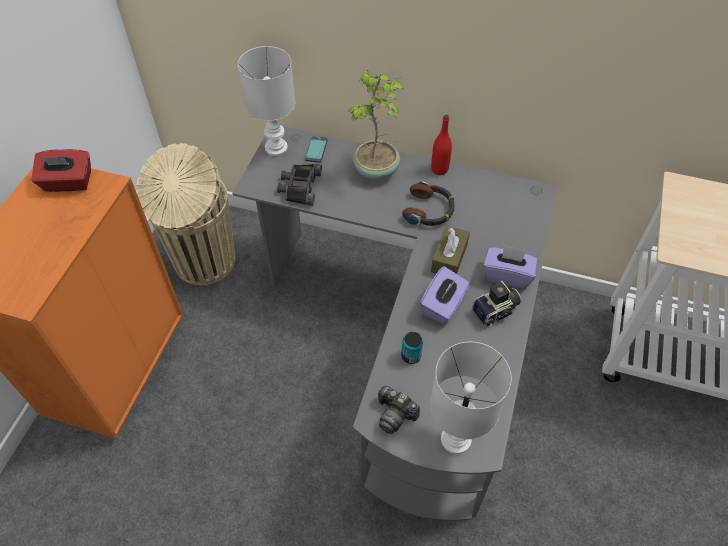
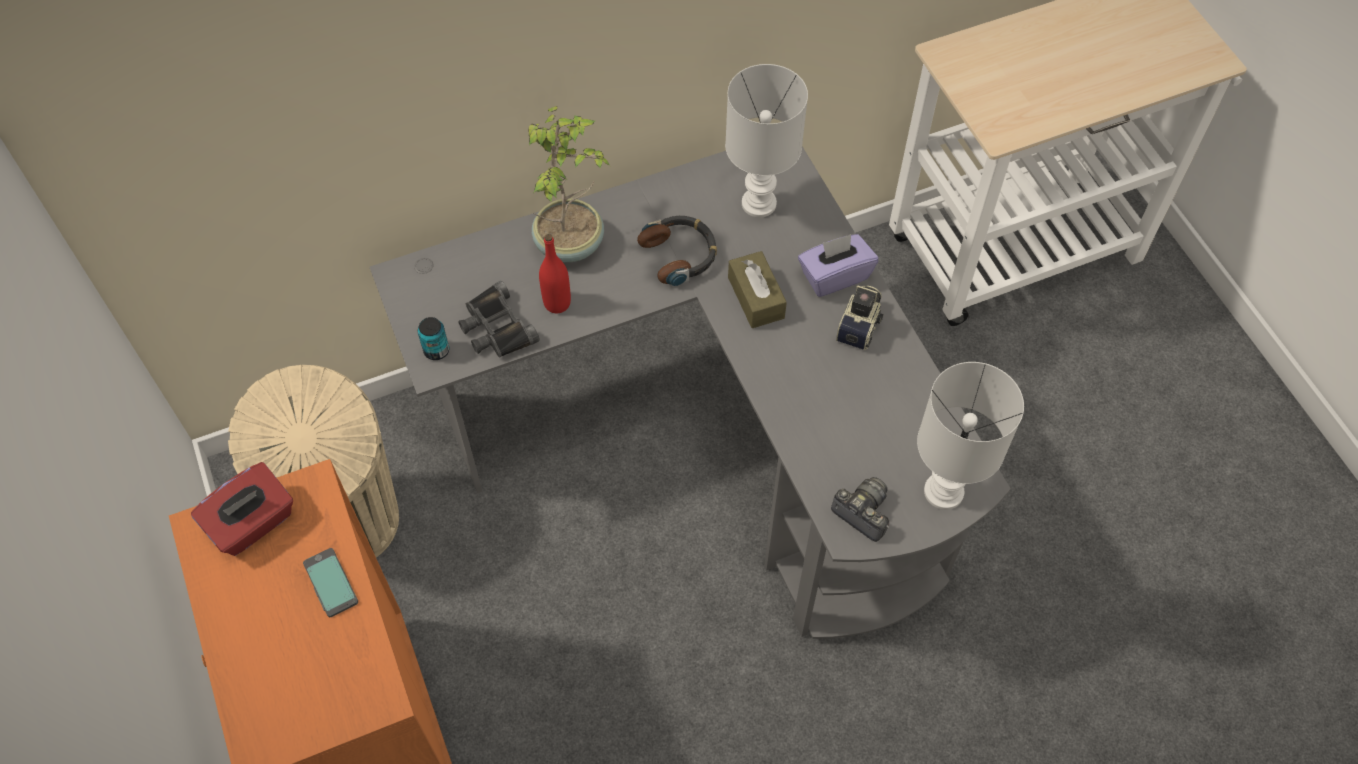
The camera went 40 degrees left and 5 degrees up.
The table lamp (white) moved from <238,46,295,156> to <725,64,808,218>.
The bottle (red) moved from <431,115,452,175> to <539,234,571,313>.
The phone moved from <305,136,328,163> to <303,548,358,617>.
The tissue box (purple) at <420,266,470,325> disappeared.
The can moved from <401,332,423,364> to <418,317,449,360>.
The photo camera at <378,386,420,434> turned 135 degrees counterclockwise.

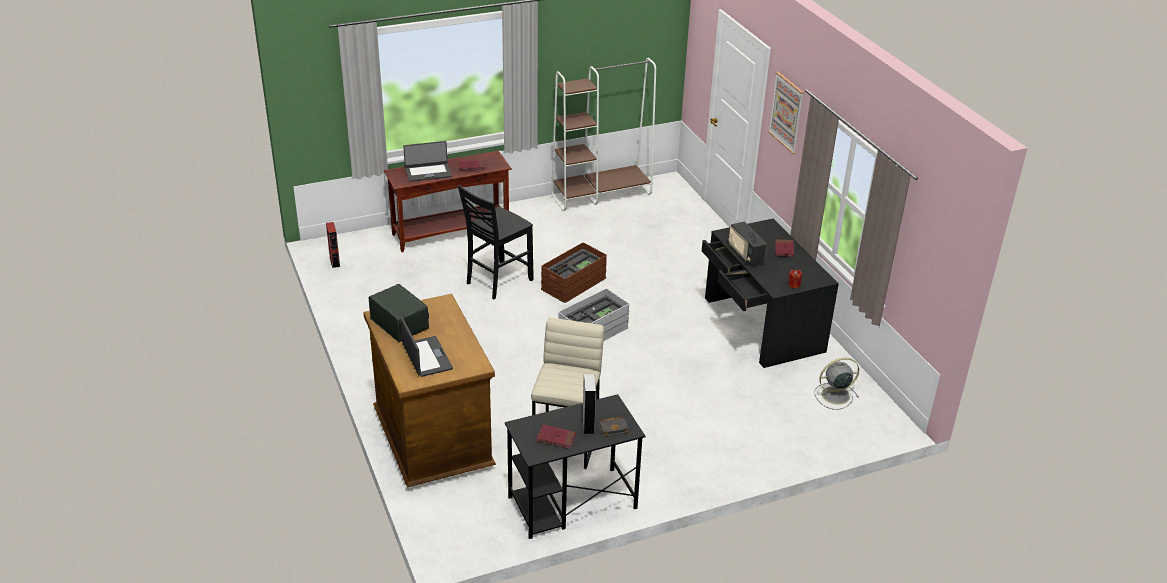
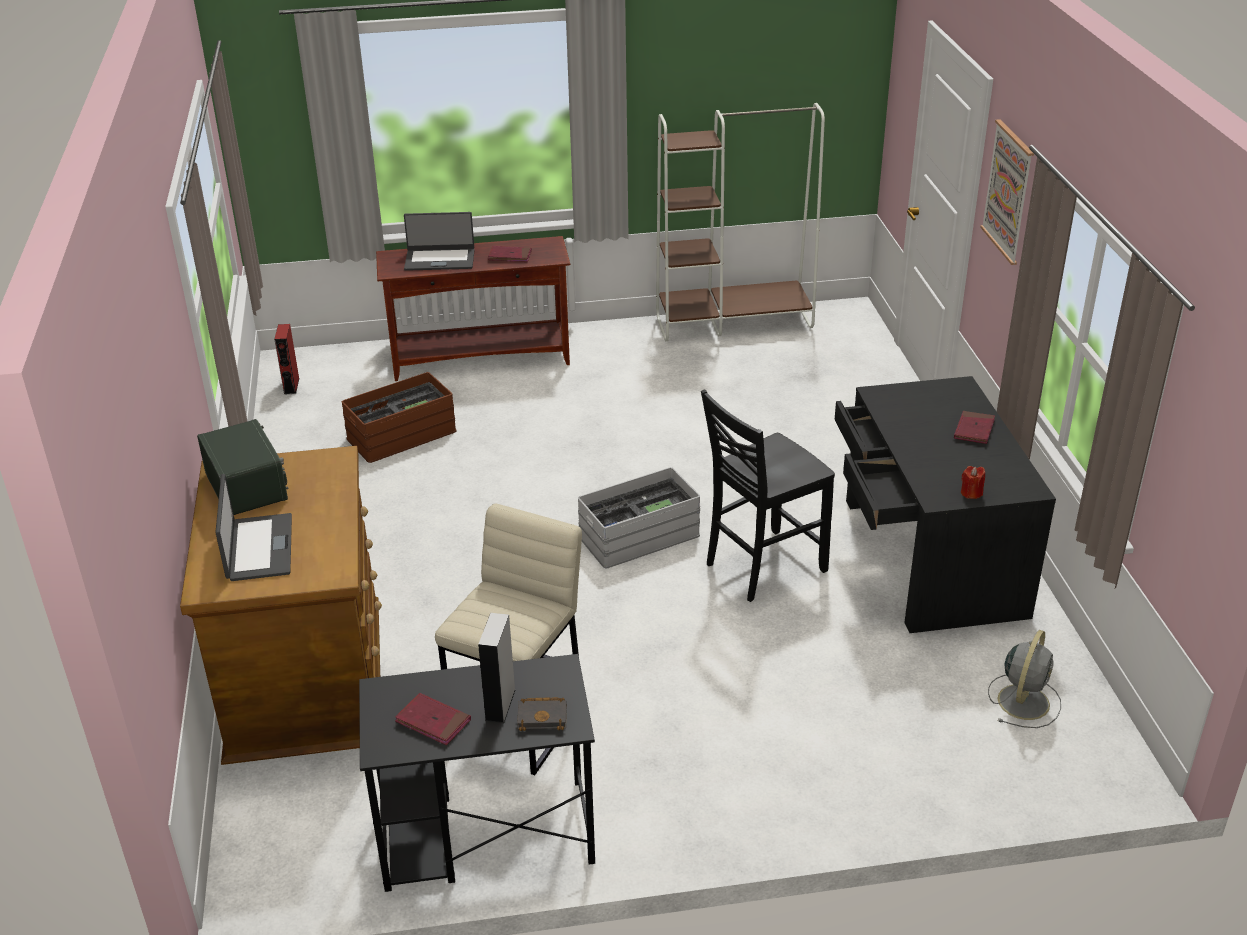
The camera went 15 degrees right and 0 degrees up.
The chair (black) moved from <458,185,534,299> to <701,389,835,602>.
The radio at <729,221,767,267> disappeared.
The storage box (brown) moved from <541,243,607,303> to <342,372,457,463>.
The fan (grey) at <814,358,859,410> turned 120 degrees clockwise.

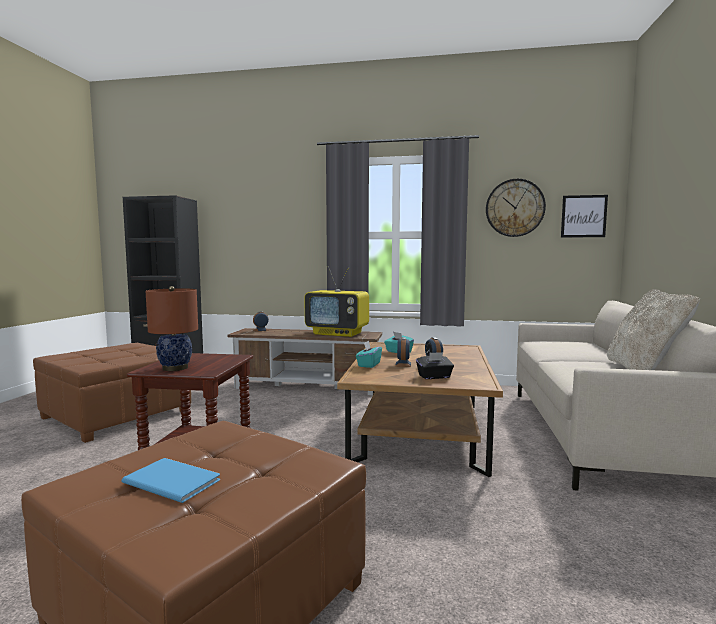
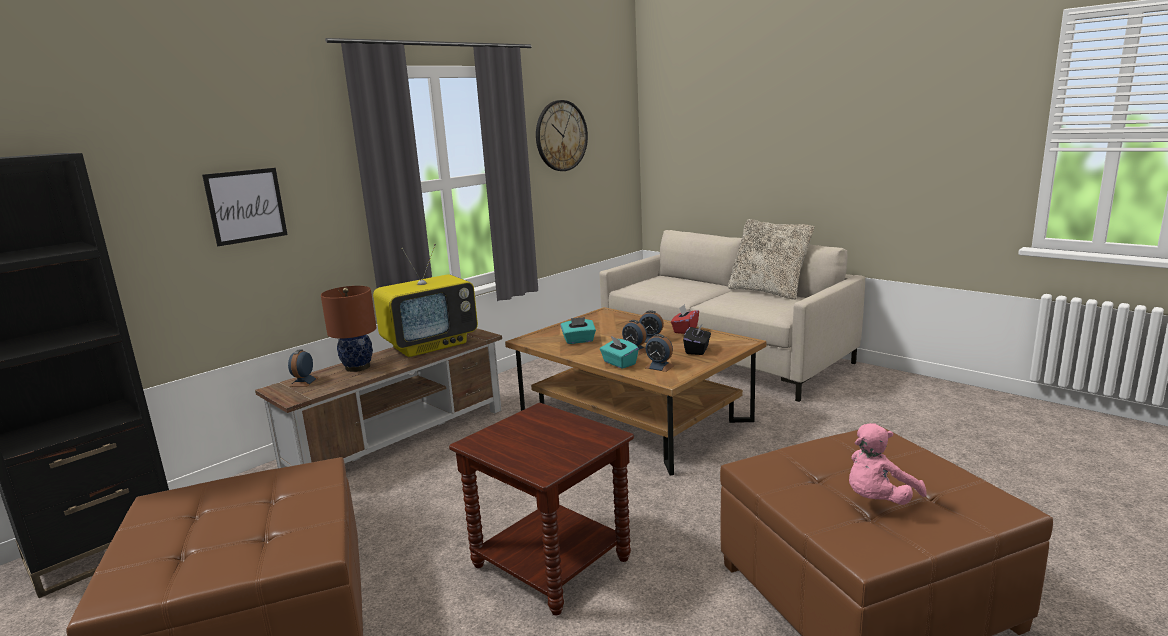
The camera went 55 degrees left and 10 degrees up.
The picture moved from <561,195,608,238> to <202,168,288,246>.
The table lamp (brown) moved from <146,286,198,371> to <321,286,376,372>.
The book (blue) at <121,458,220,503> was replaced by the plush toy (pink) at <849,423,927,505>.
The tissue box (red) at <671,304,699,334> appeared.
The alarm clock at <645,334,675,372> appeared.

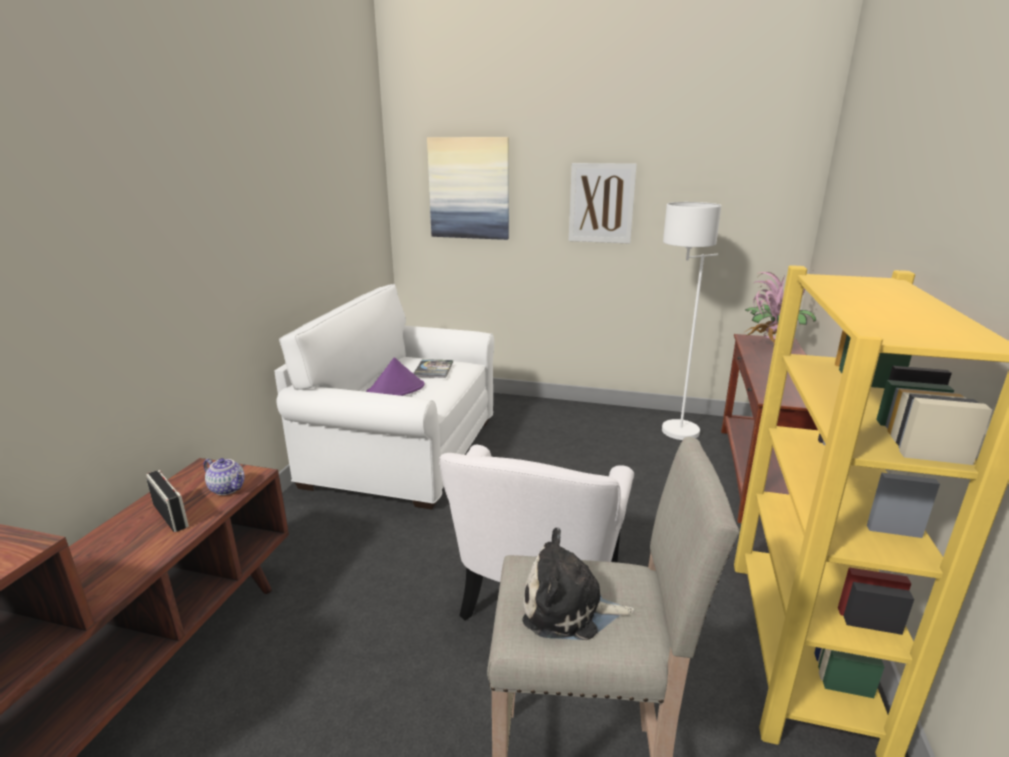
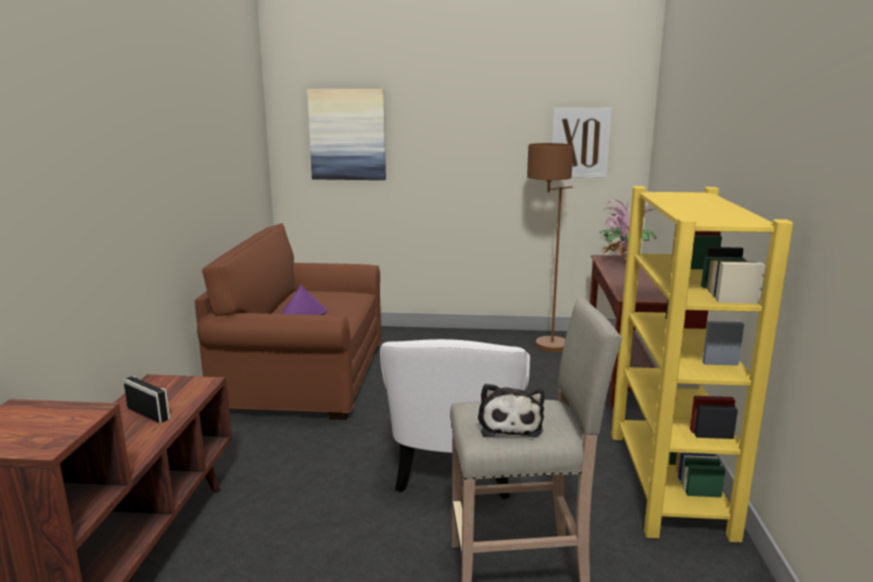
The camera went 10 degrees left and 5 degrees down.
The picture moved from <569,163,637,244> to <552,108,612,178>.
The floor lamp (white) at <662,202,721,440> became the floor lamp (brown) at <527,143,573,352>.
The sofa (white) at <274,284,494,509> became the sofa (brown) at <195,223,381,420>.
The book at <413,359,453,378> disappeared.
The teapot at <204,458,245,495> disappeared.
The plush toy at <522,528,634,640> turned 90 degrees counterclockwise.

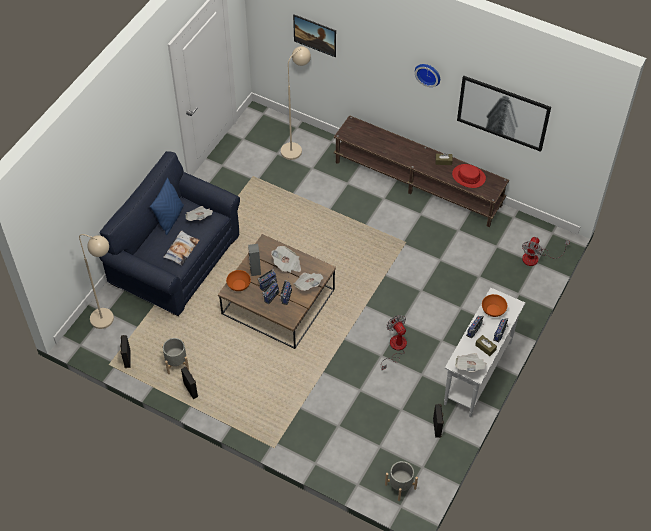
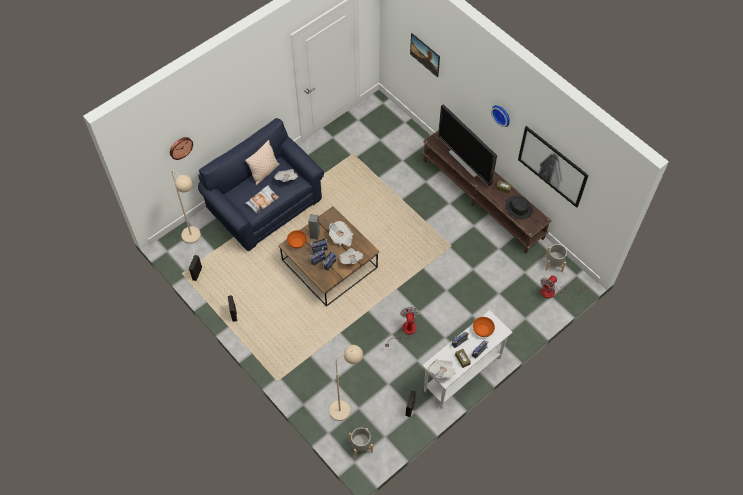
The camera went 20 degrees right and 5 degrees up.
The floor lamp (beige) moved from <281,46,311,160> to <329,345,363,421>.
The hat (red) at <452,164,486,188> became the hat (black) at <505,195,533,219>.
The pillow (blue) at <150,177,184,235> became the pillow (beige) at <245,140,279,185>.
The planter (grey) moved from <162,338,189,374> to <545,244,567,272>.
The television at <438,104,497,186> appeared.
The wall clock at <170,137,193,160> appeared.

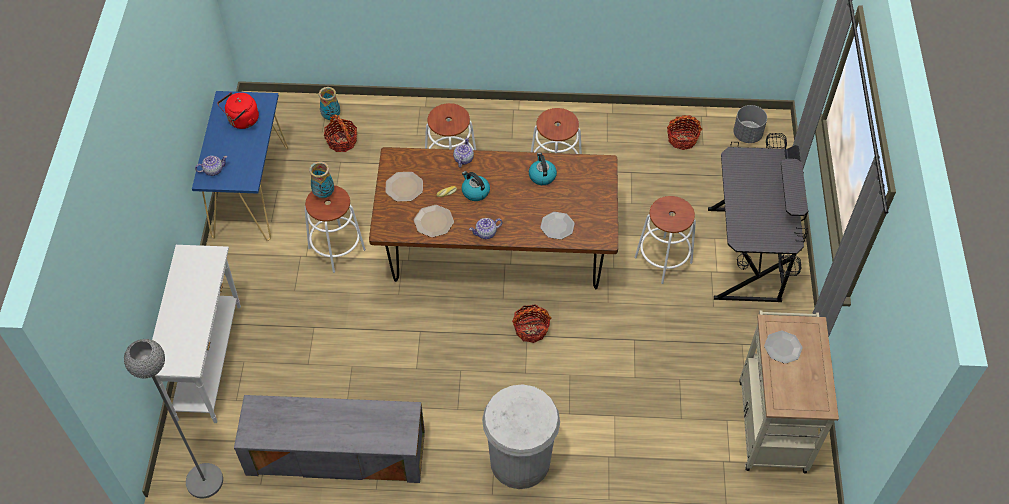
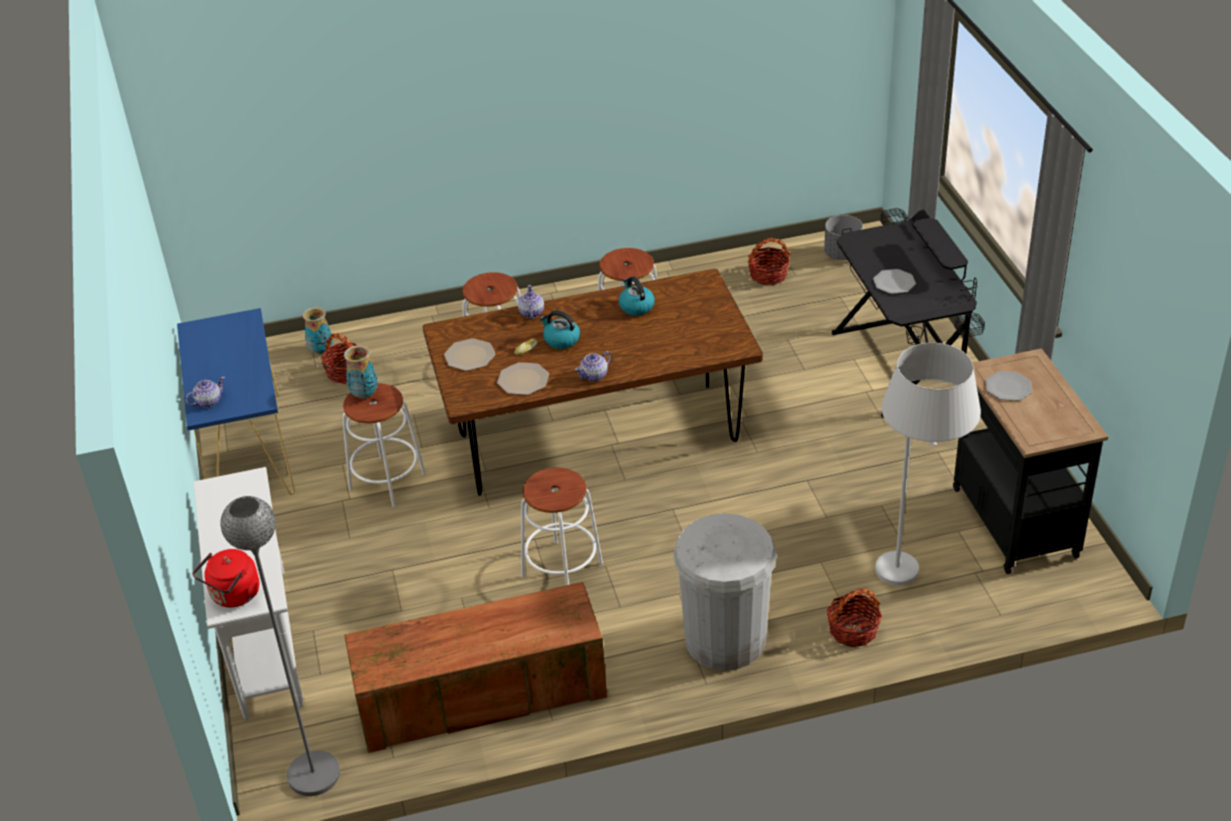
The camera went 15 degrees left and 15 degrees down.
The kettle (red) moved from <217,92,259,129> to <192,549,259,607>.
The stool (white) moved from <634,196,696,284> to <521,468,603,585>.
The plate moved from <540,212,575,240> to <873,269,916,294>.
The basket moved from <512,304,551,343> to <827,588,882,647>.
The cart (beige) at <739,310,839,473> became the cart (black) at <953,348,1108,574>.
The bench (grey) at <234,395,425,483> became the bench (brown) at <344,582,607,753>.
The floor lamp (white) at <875,343,981,586> appeared.

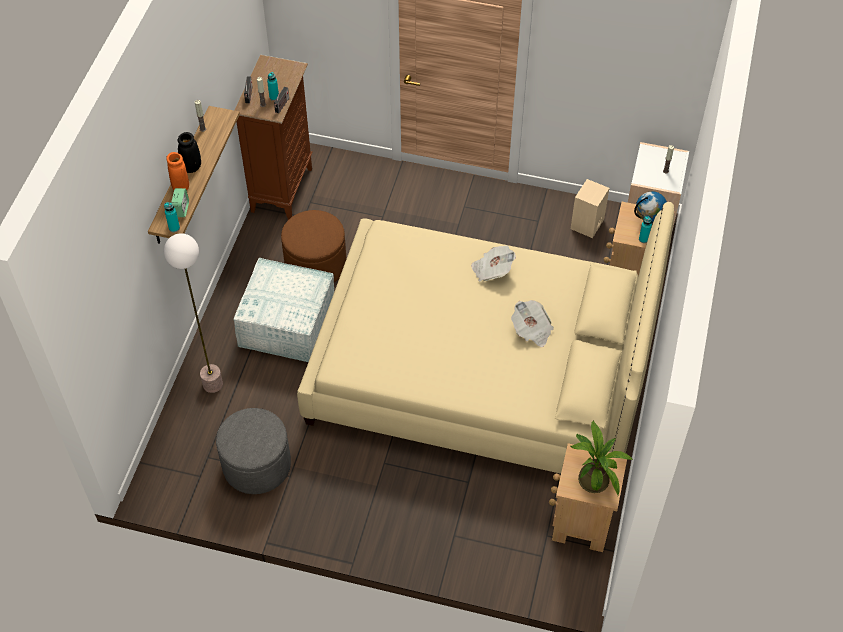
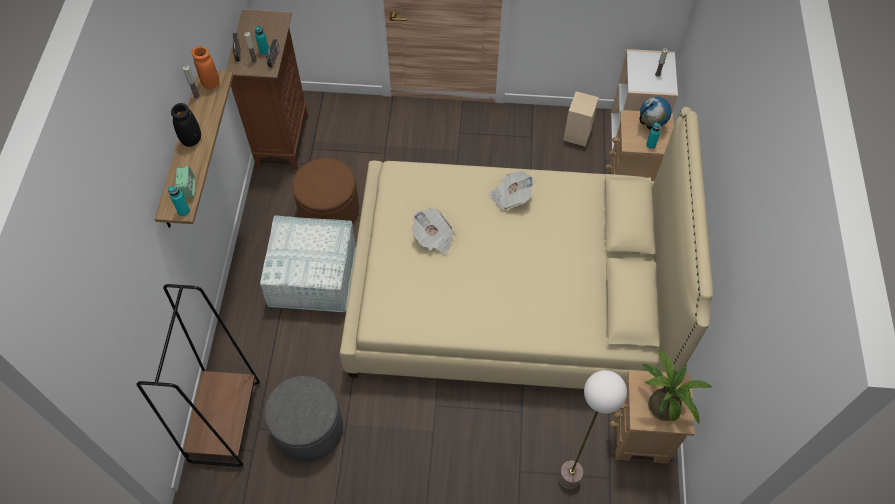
The camera went 10 degrees left and 5 degrees up.
The vase (orange) moved from <166,152,189,190> to <192,46,219,89>.
The floor lamp moved from <164,233,223,393> to <558,370,627,489>.
The newspaper moved from <511,300,554,347> to <412,208,455,254>.
The clothes rack at <136,284,260,467> appeared.

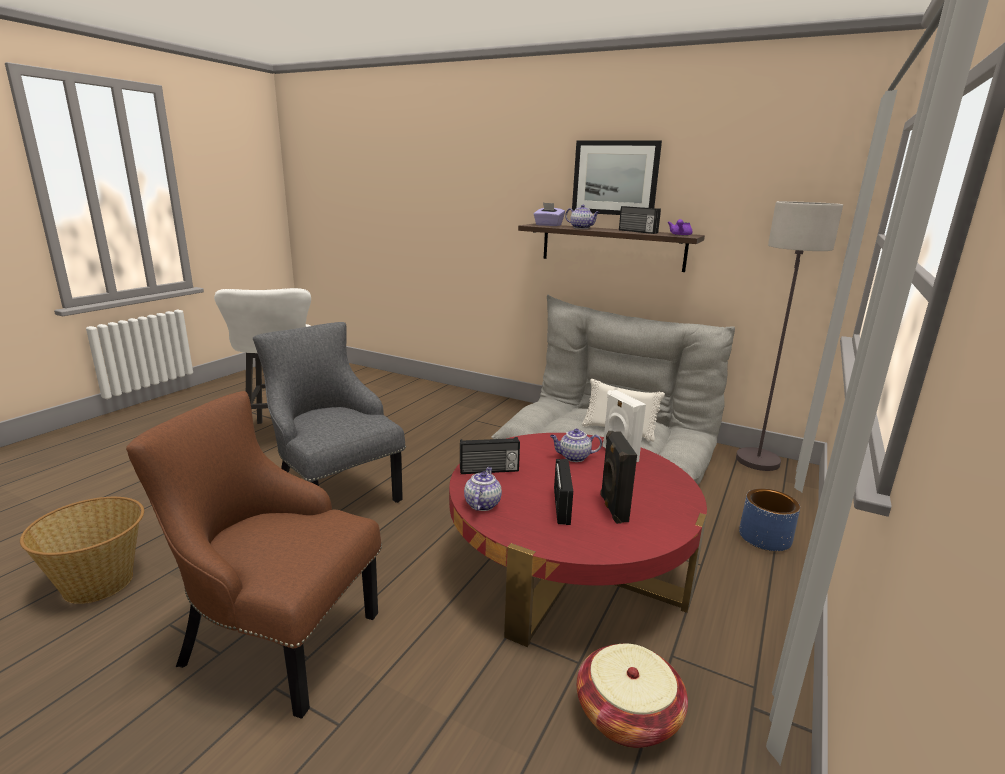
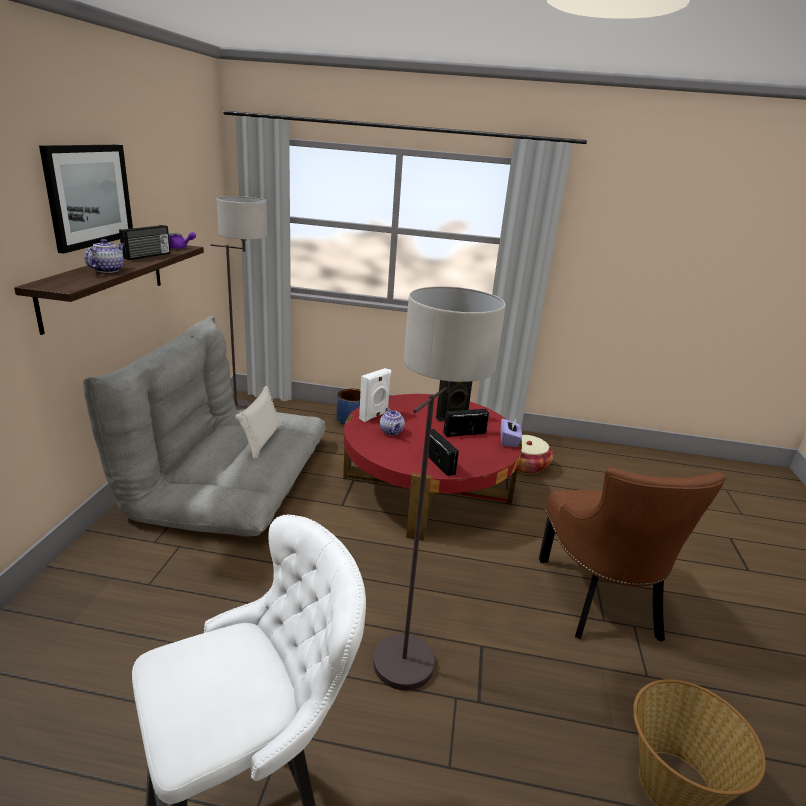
The camera went 110 degrees left and 5 degrees up.
The tissue box (purple) moved from <534,203,565,226> to <500,419,522,447>.
The armchair (grey) at <253,322,406,503> was replaced by the floor lamp (grey) at <373,286,506,690>.
The teapot at <464,467,502,511> disappeared.

